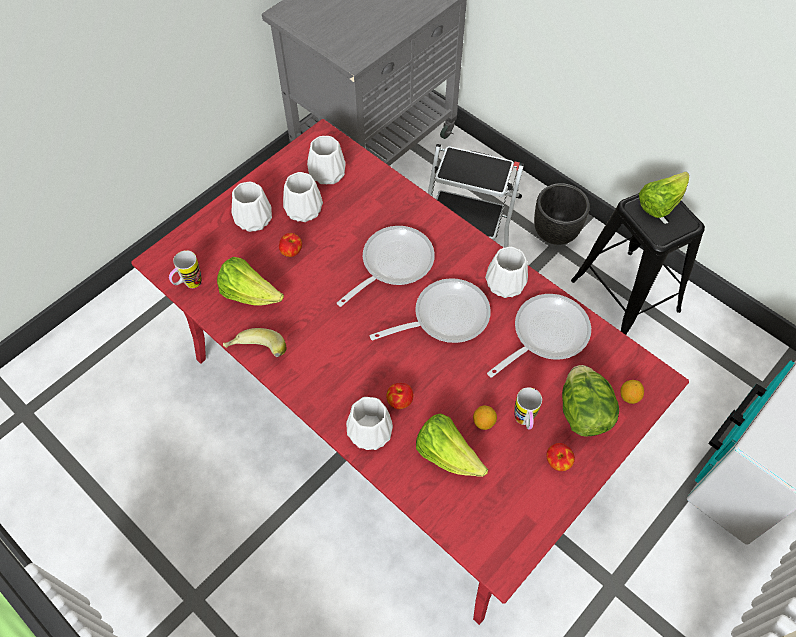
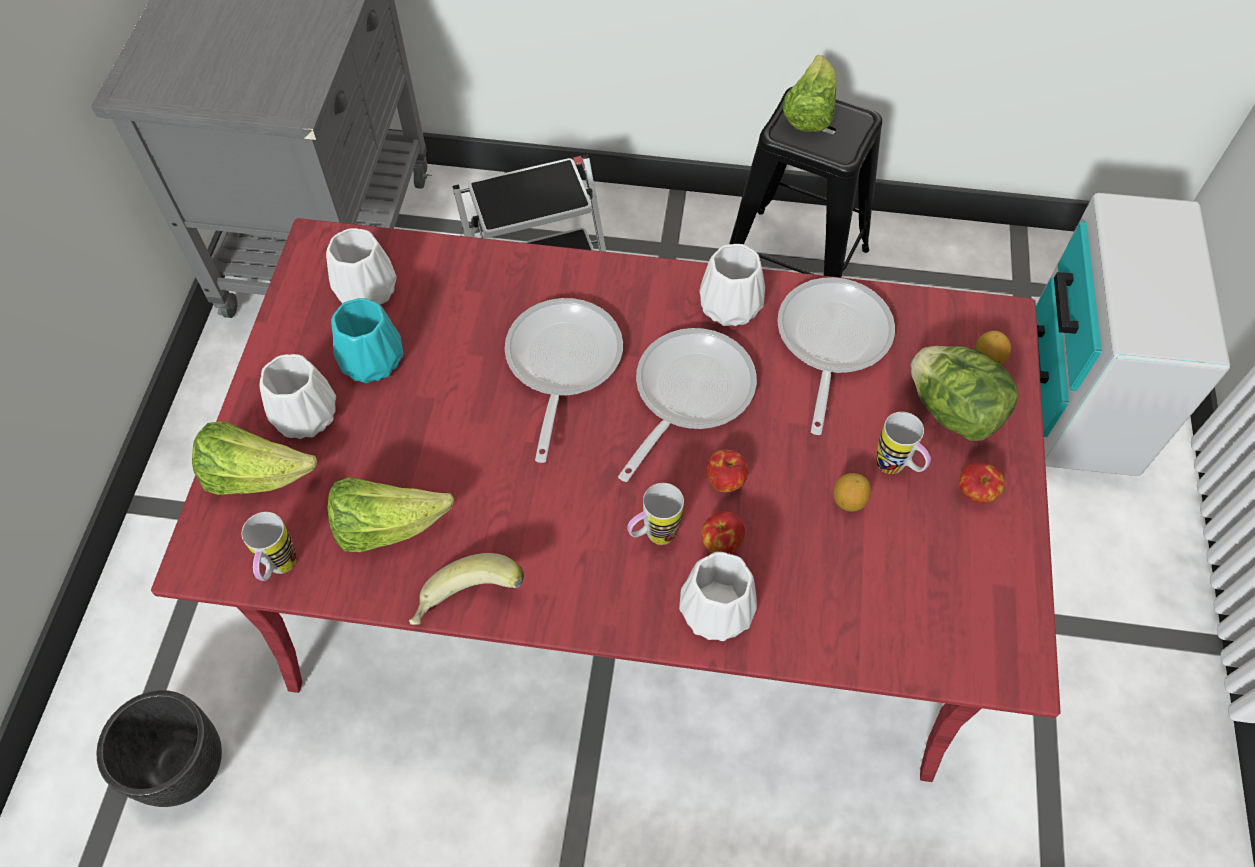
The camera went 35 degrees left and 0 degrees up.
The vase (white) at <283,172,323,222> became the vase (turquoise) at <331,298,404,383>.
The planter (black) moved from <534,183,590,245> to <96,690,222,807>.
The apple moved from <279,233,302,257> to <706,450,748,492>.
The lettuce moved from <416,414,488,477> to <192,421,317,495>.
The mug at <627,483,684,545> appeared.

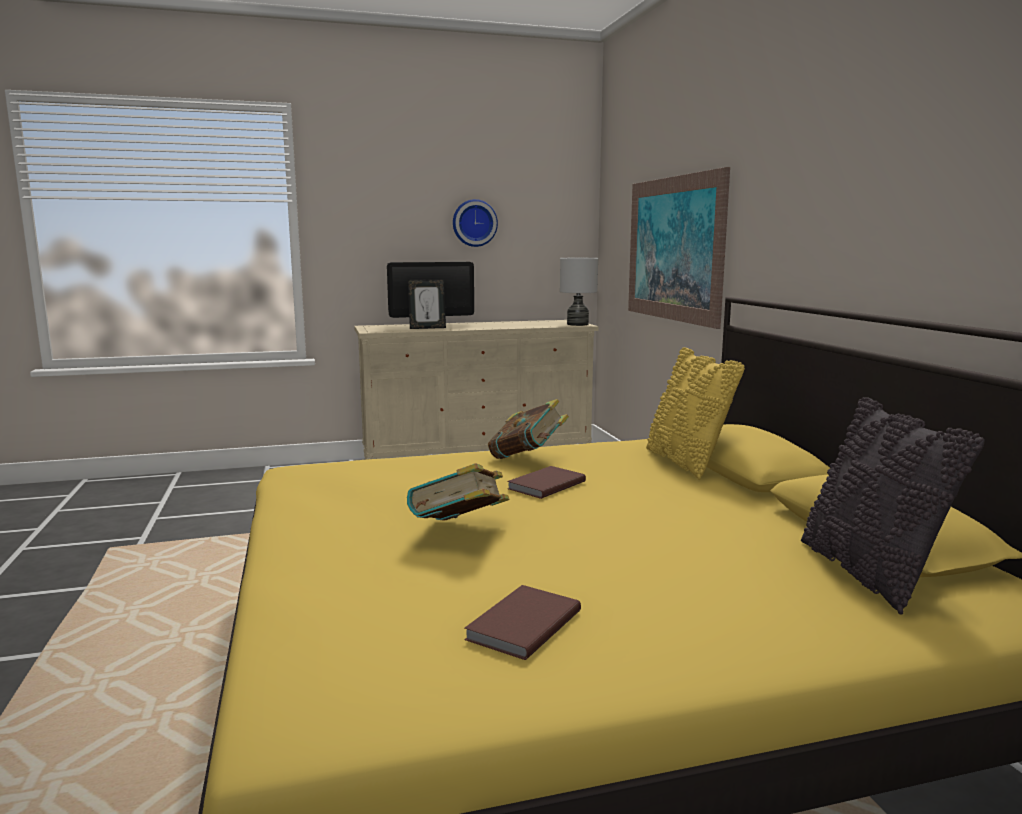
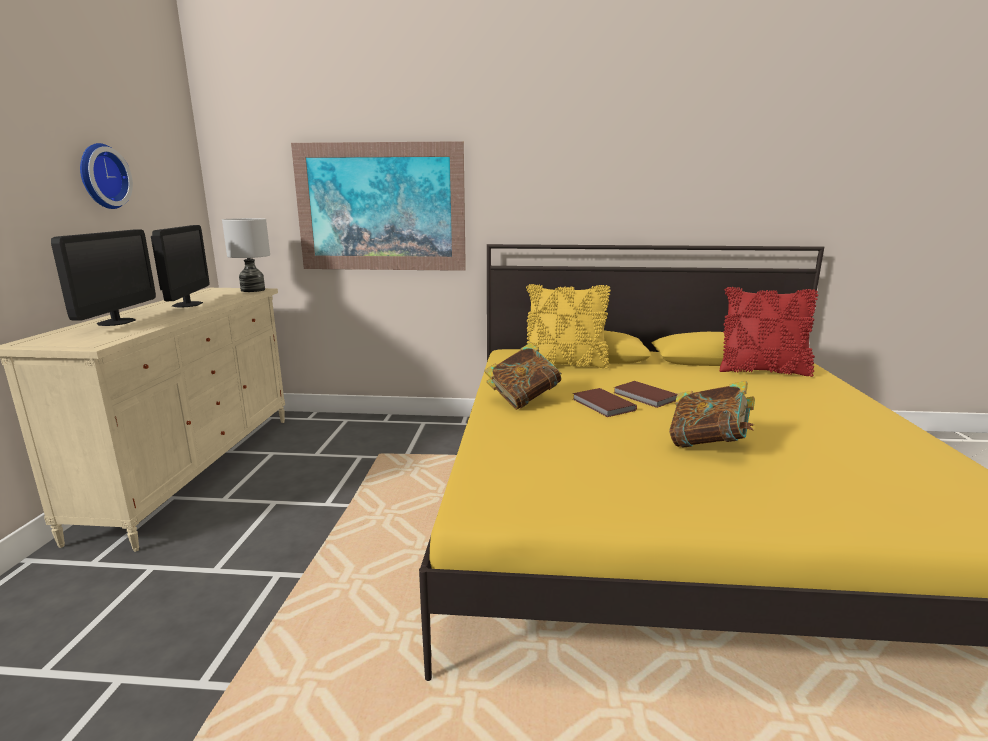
The camera went 70 degrees left and 5 degrees up.
The picture frame at <408,279,446,329> disappeared.
The pillow (black) at <801,397,985,615> became the pillow (red) at <720,287,818,377>.
The book (brown) moved from <464,585,581,660> to <614,381,677,408>.
The monitor at <151,225,209,308> appeared.

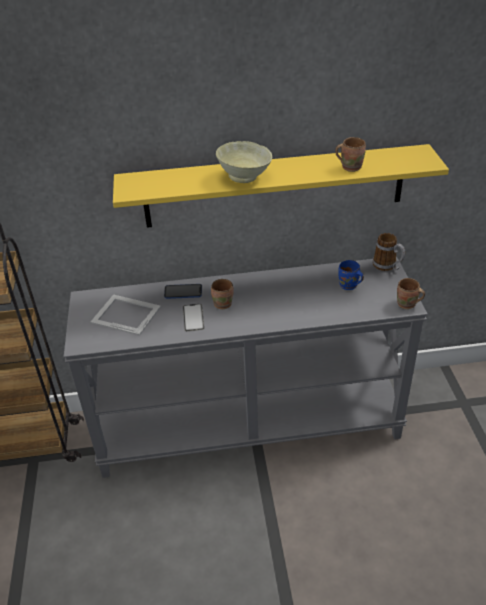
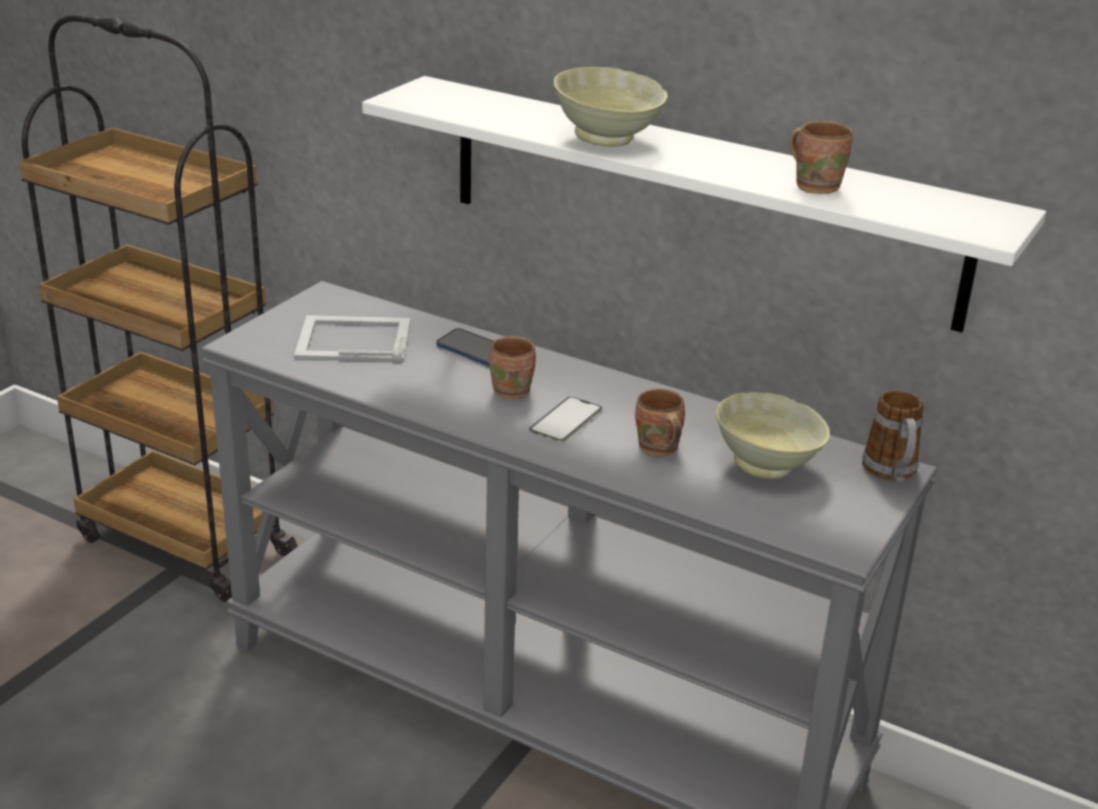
The camera went 35 degrees right and 10 degrees down.
The shelf (yellow) at <113,144,449,228> became the shelf (white) at <362,76,1046,332>.
The mug (blue) at <338,260,364,290> was replaced by the bowl (beige) at <716,392,830,479>.
The mug (brown) moved from <397,278,425,309> to <635,389,685,456>.
The picture frame at <91,294,161,335> turned 60 degrees counterclockwise.
The phone moved from <183,304,204,331> to <529,396,602,442>.

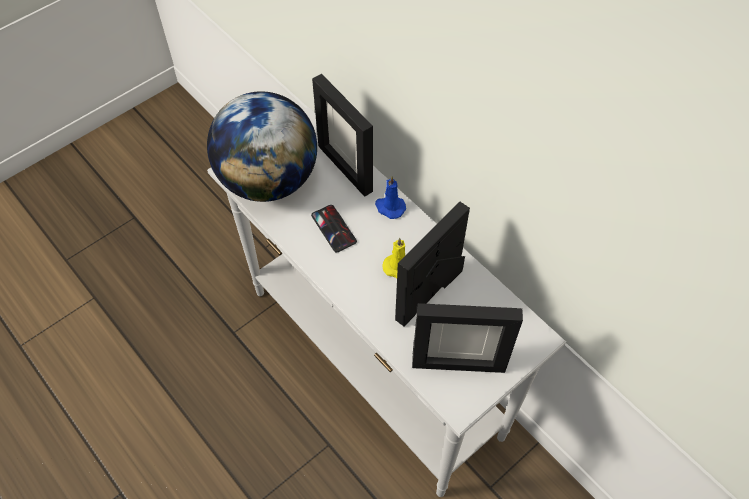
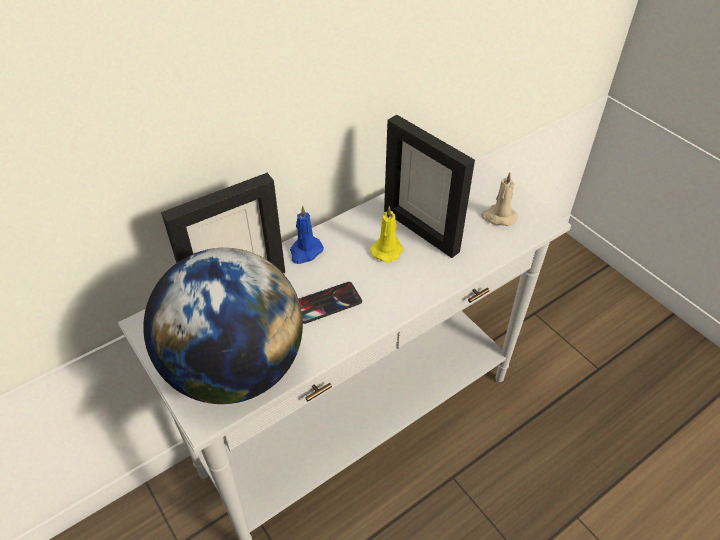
The camera went 85 degrees left and 10 degrees down.
The picture frame at <412,303,523,373> was replaced by the candle (beige) at <481,172,517,226>.

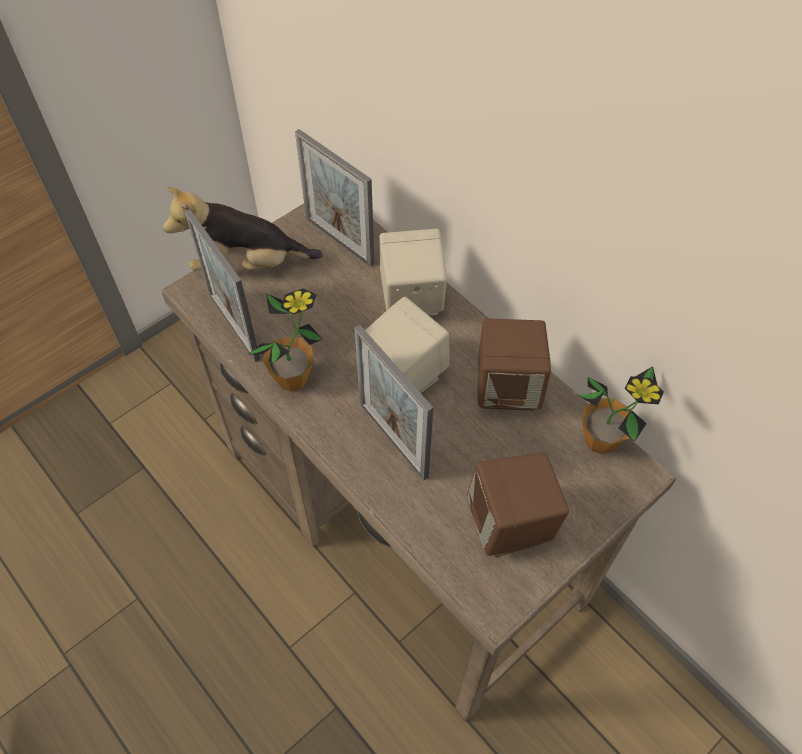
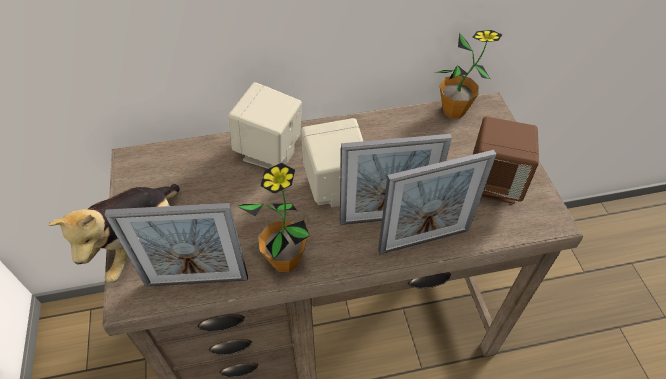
The camera went 60 degrees left and 5 degrees down.
The picture frame moved from <295,129,374,267> to <378,150,496,255>.
The speaker (brown) at <478,318,551,411> disappeared.

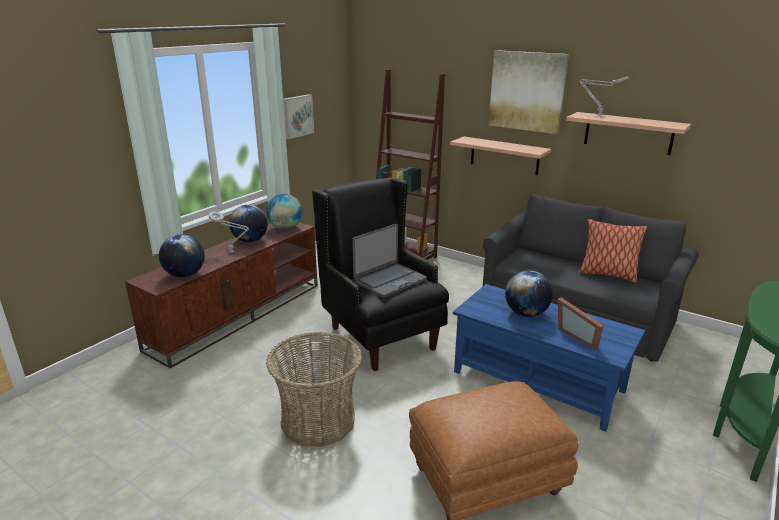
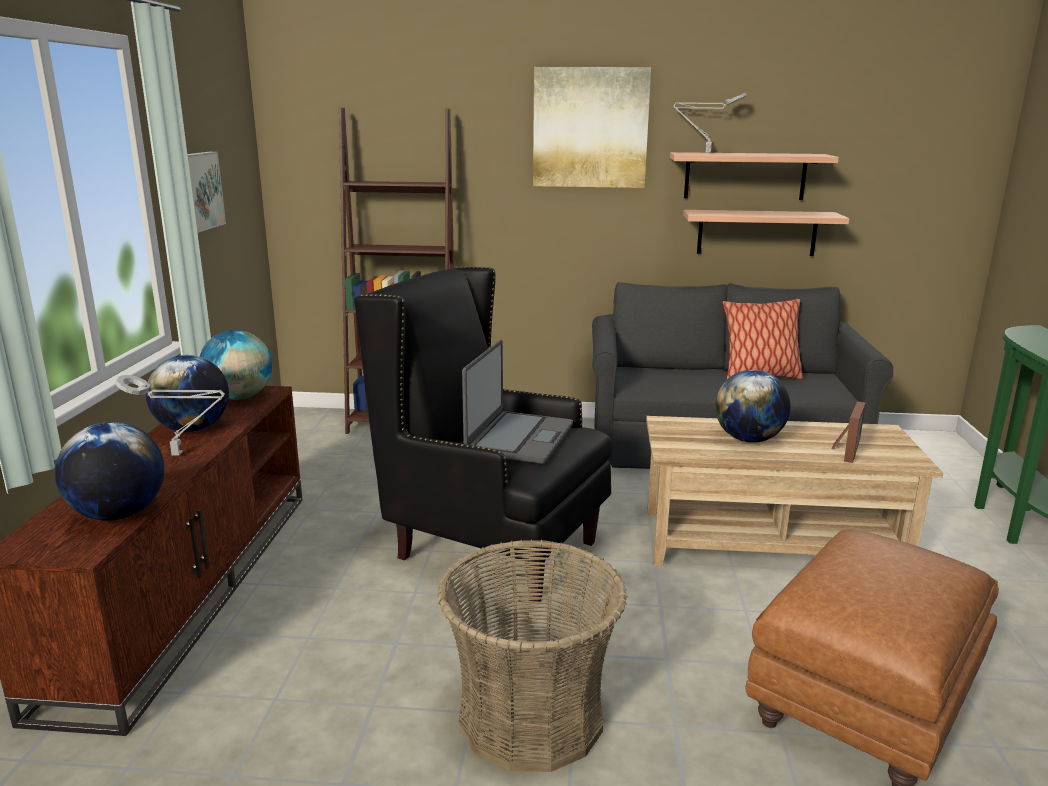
The camera went 30 degrees left and 5 degrees down.
The shelf moved from <450,137,551,175> to <683,210,849,256>.
The coffee table (blue) at <453,284,645,432> became the coffee table (beige) at <646,416,943,566>.
The picture frame at <558,297,604,350> turned 90 degrees counterclockwise.

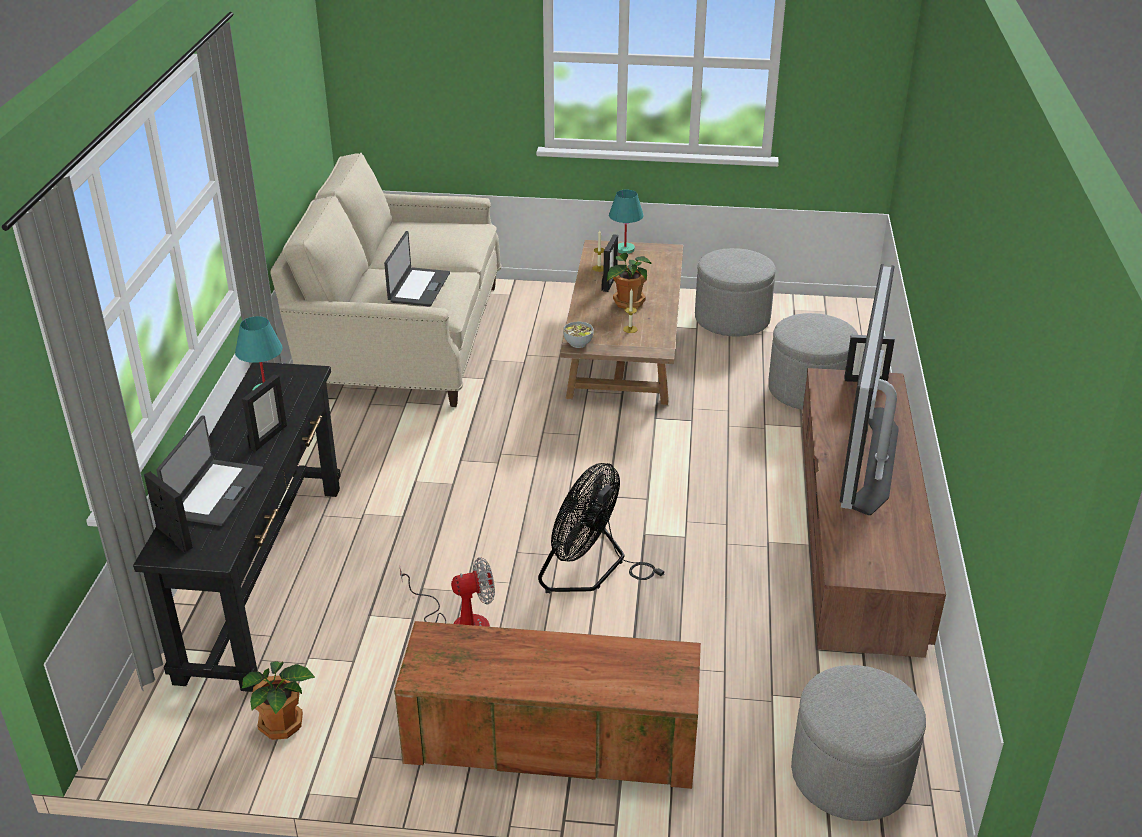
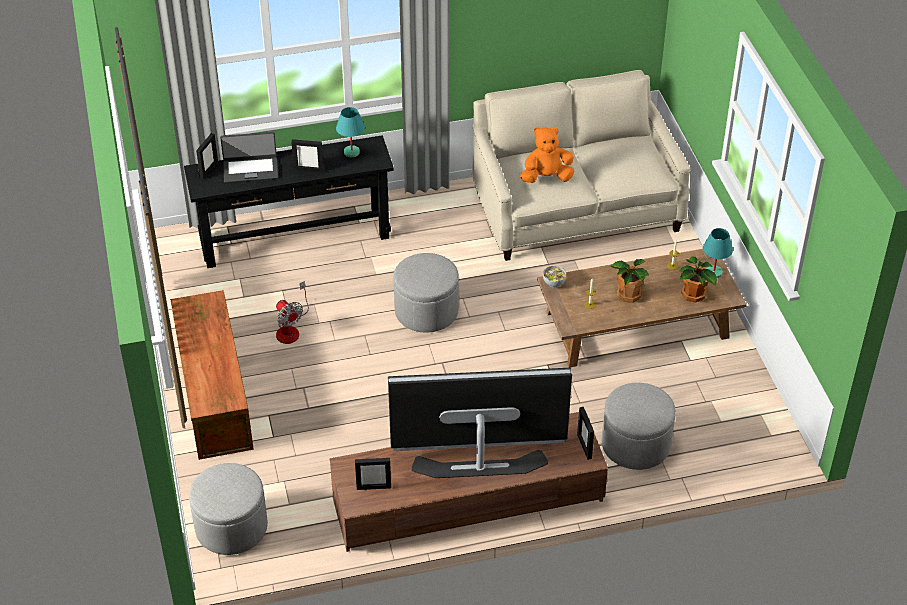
The camera went 70 degrees right and 10 degrees up.
The laptop at <384,231,450,307> was replaced by the plush toy (orange) at <520,127,575,183>.
The picture frame moved from <602,234,618,292> to <355,458,391,490>.
The ottoman (grey) moved from <695,248,776,337> to <393,253,459,333>.
The fan (black) at <538,463,665,593> disappeared.
The potted plant moved from <242,661,316,740> to <679,257,717,303>.

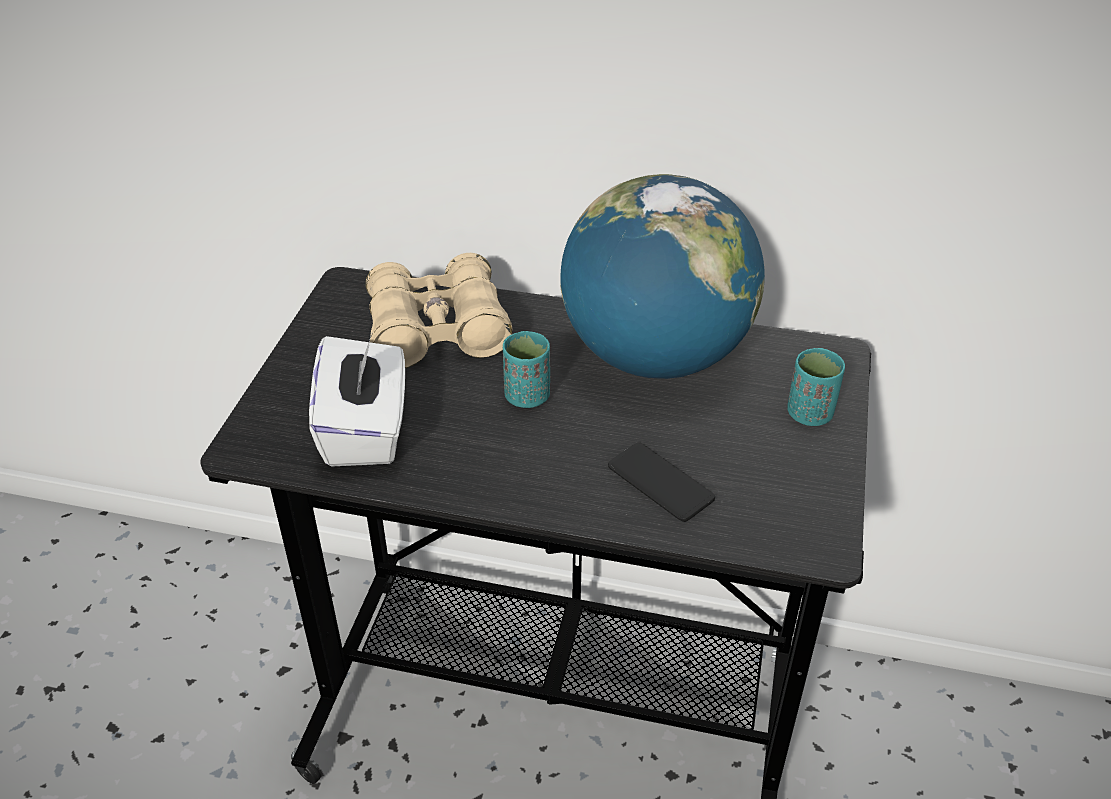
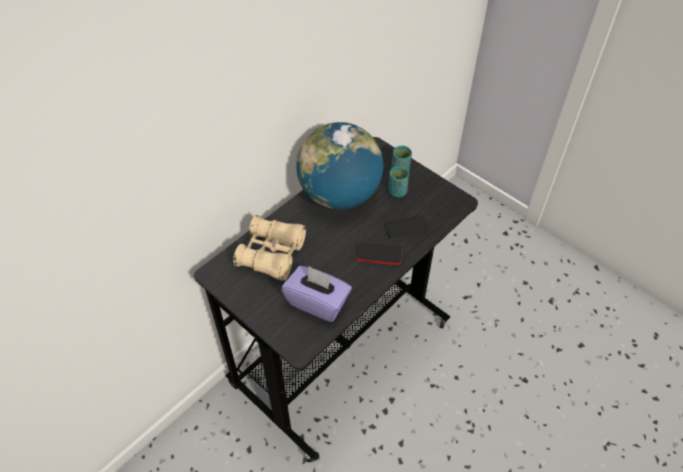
The camera went 60 degrees left and 10 degrees up.
The cup (turquoise) moved from <503,331,550,408> to <389,166,409,197>.
The tissue box (white) at <309,334,405,467> became the tissue box (purple) at <282,266,352,322>.
The phone at <356,242,402,265> appeared.

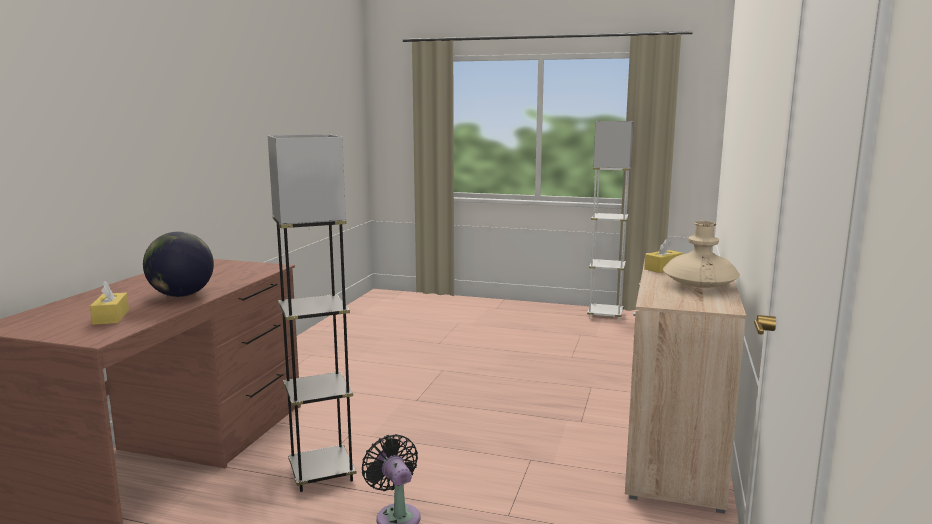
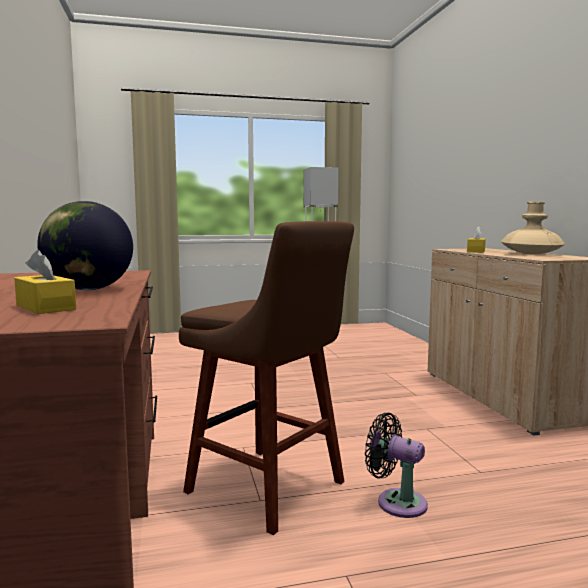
The camera went 30 degrees left and 5 degrees down.
The floor lamp (grey) at <267,134,357,492> was replaced by the stool (brown) at <179,221,354,535>.

